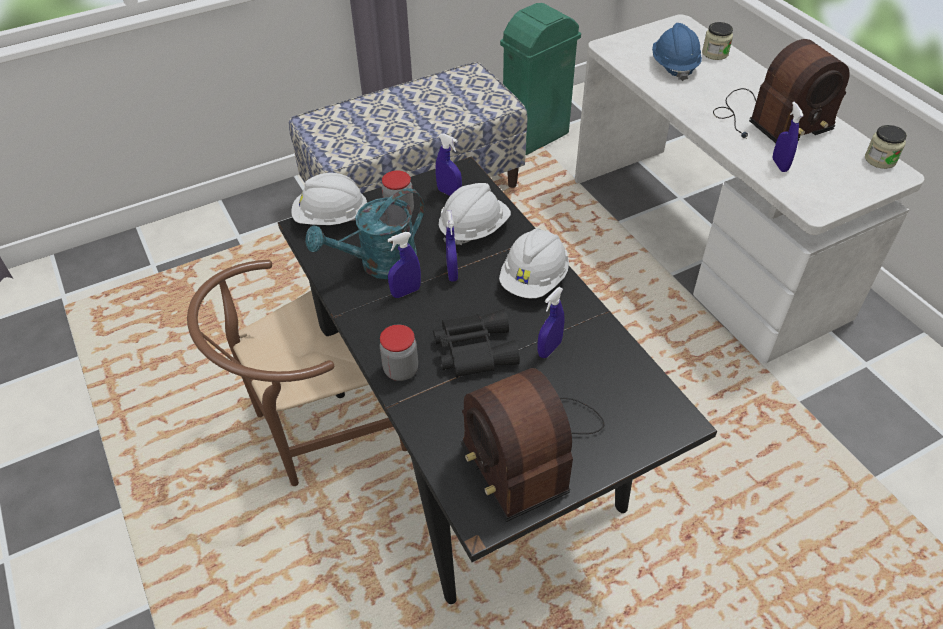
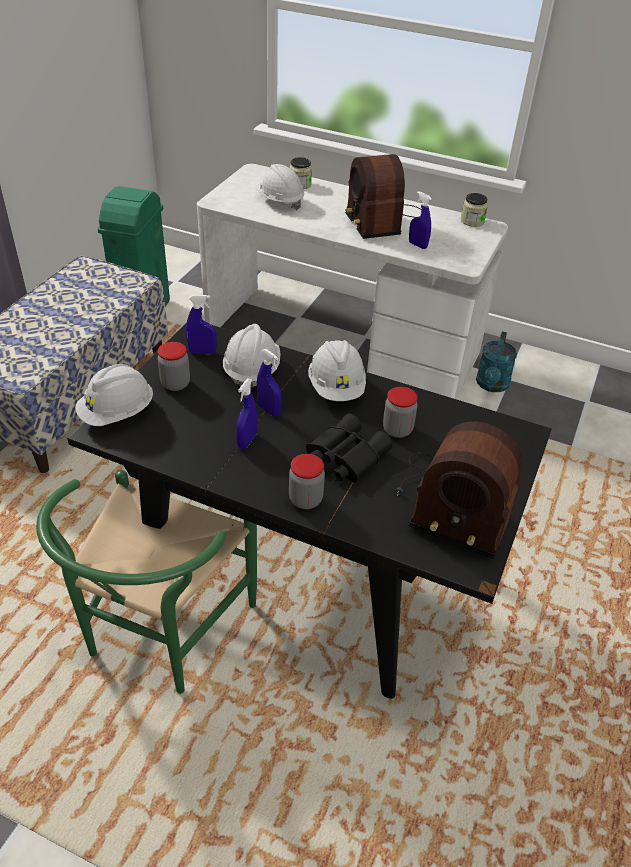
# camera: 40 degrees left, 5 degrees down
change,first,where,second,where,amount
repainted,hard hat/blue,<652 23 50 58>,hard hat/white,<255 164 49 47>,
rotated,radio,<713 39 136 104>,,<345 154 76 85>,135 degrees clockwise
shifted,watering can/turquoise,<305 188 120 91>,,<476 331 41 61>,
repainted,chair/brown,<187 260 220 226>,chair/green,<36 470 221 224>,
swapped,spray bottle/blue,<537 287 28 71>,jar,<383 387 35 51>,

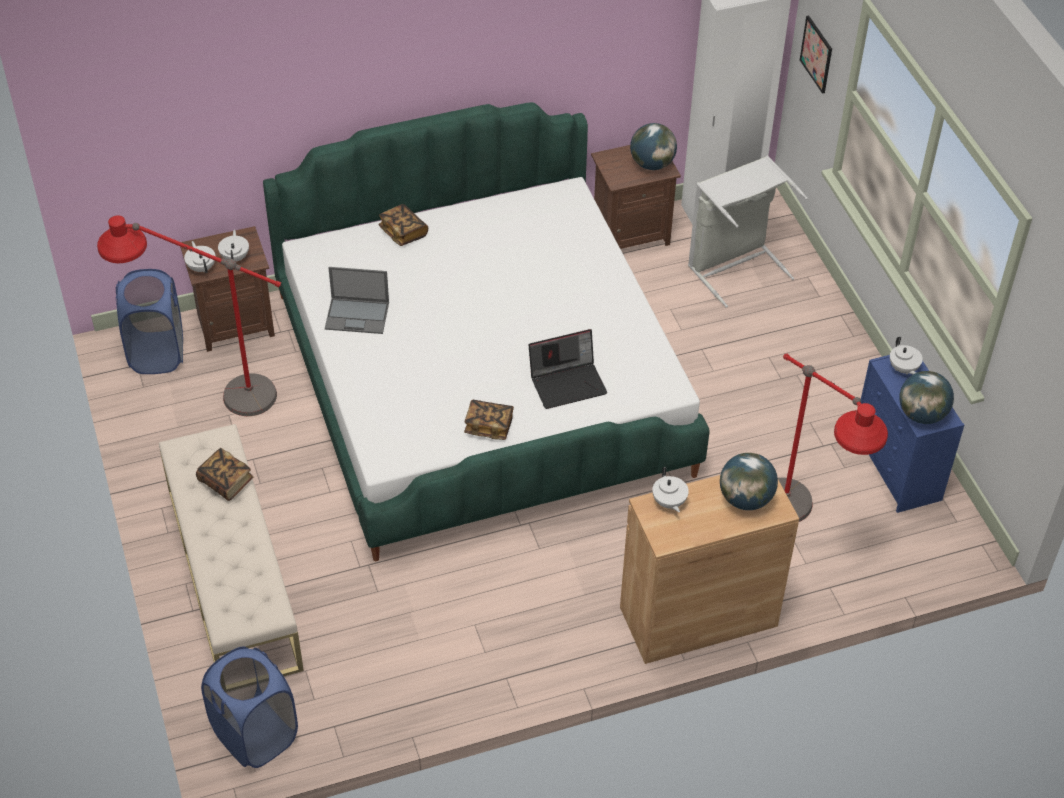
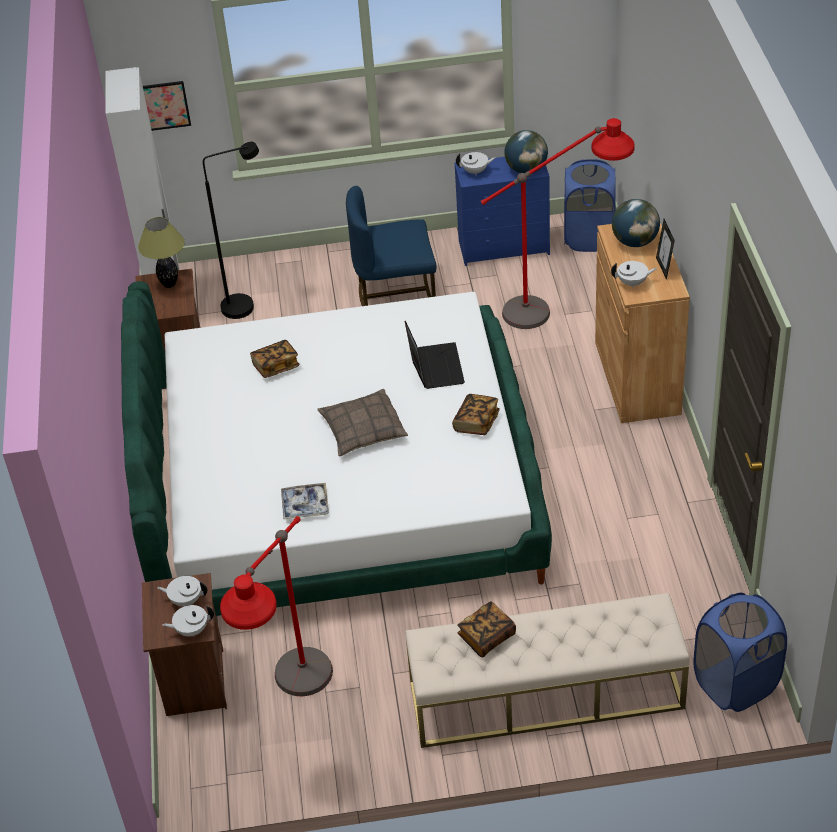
# camera: 75 degrees left, 5 degrees down
change,first,where,second,where,amount
swapped,globe,<630 123 47 47>,table lamp,<138 217 47 71>,
swapped,laundry basket/grey,<688 156 120 152>,floor lamp/black,<203 142 56 177>,
shifted,book,<379 204 49 42>,,<250 340 49 38>,
swapped,laptop,<325 267 64 67>,tray,<281 483 48 37>,
shifted,laundry basket/blue,<116 269 67 105>,,<564 159 52 93>,
new,,,chair/blue,<346 186 91 120>,
new,,,picture frame,<656 219 19 61>,
new,,,pillow,<317 389 91 67>,

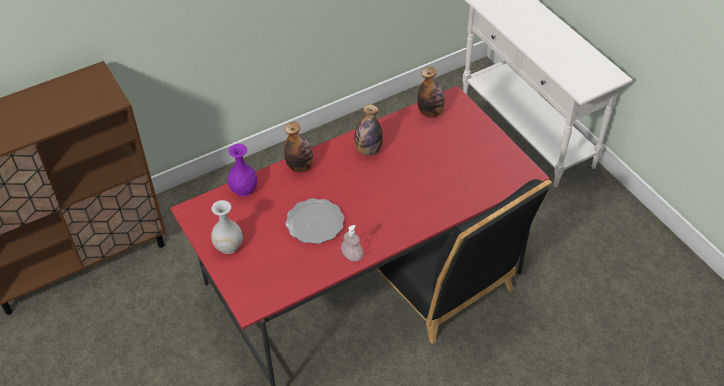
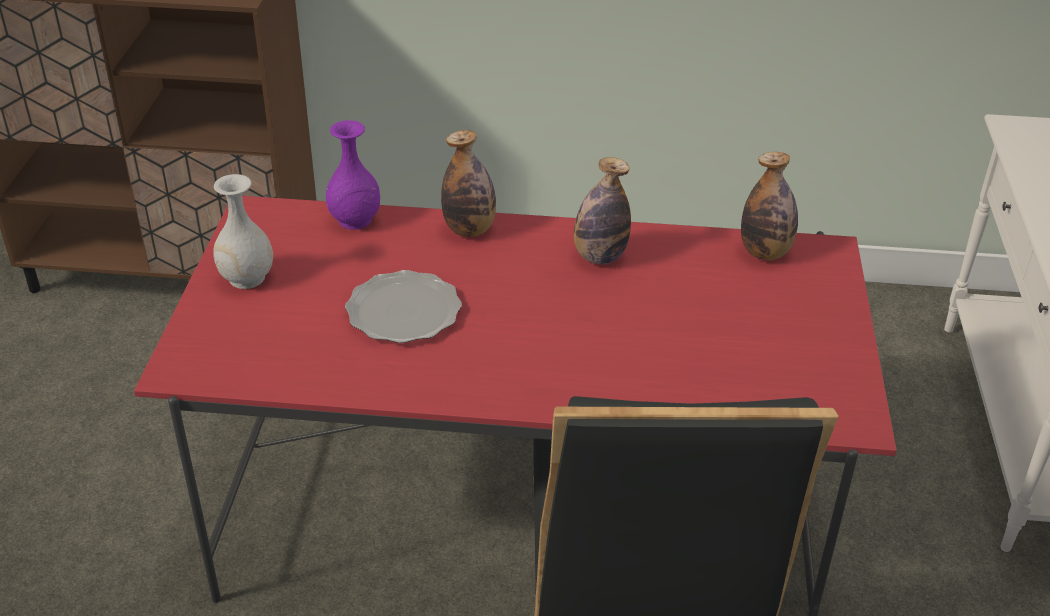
# camera: 35 degrees right, 10 degrees down
change,first,where,second,where,amount
gone,soap dispenser,<341 225 23 36>,,,

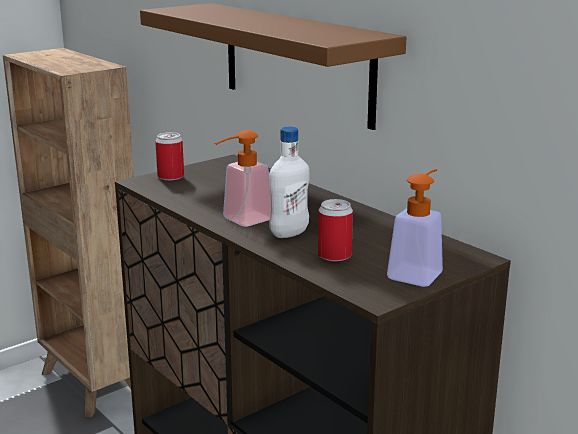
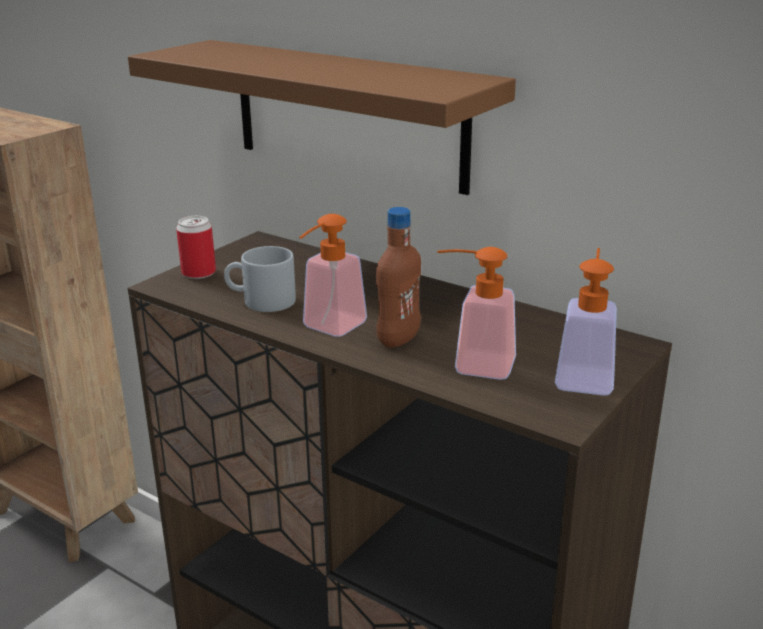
# camera: 15 degrees left, 5 degrees up
change,first,where,second,where,amount
repainted,bottle/white,<269 126 40 112>,bottle/brown,<376 207 45 141>,
swapped,can,<318 199 35 63>,soap dispenser,<437 247 79 133>,
new,,,mug/grey,<224 246 72 66>,

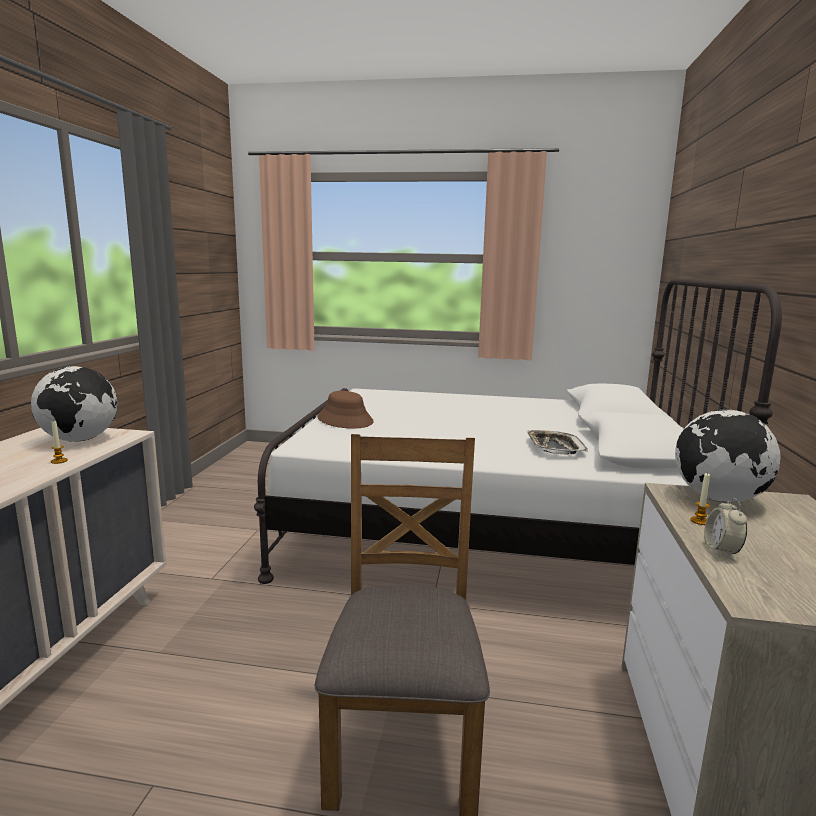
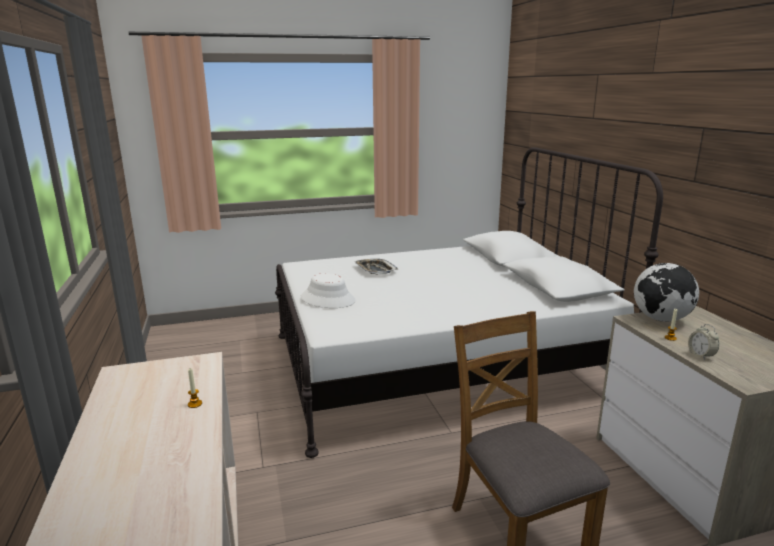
# camera: 25 degrees left, 5 degrees up
change,first,where,second,where,amount
gone,globe,<31 366 86 76>,,,
repainted,hat/brown,<317 391 57 38>,hat/white,<301 273 55 35>,
shifted,tray,<527 430 61 25>,,<354 259 44 15>,

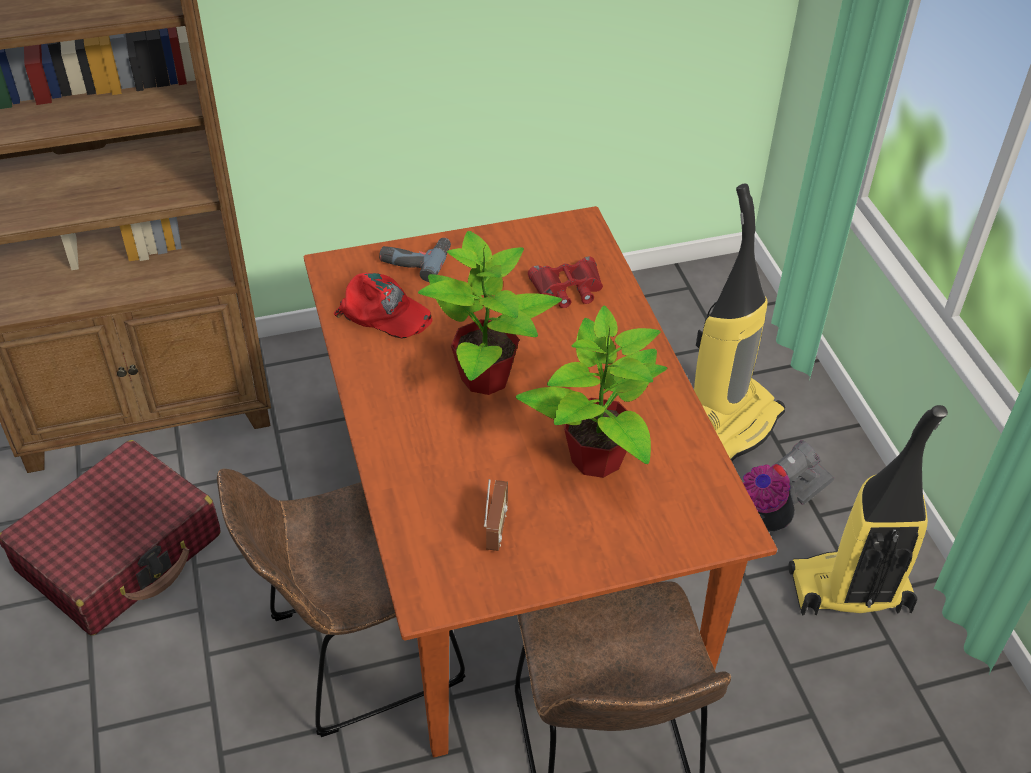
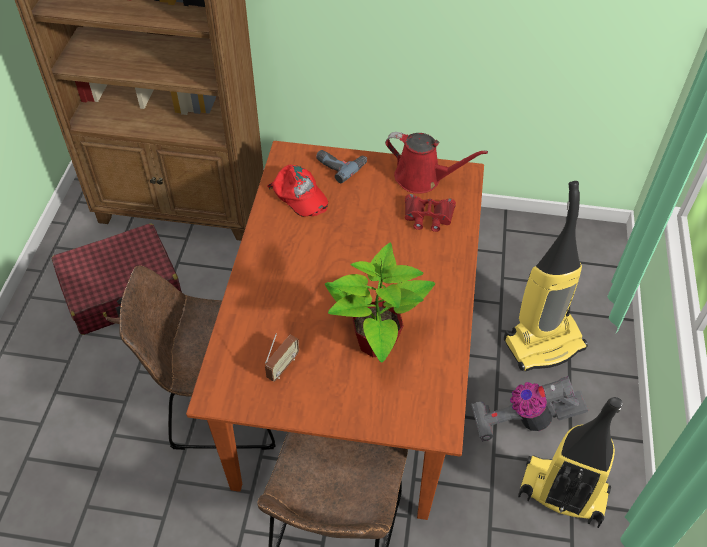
# camera: 25 degrees right, 5 degrees up
change,first,where,second,where,amount
gone,potted plant,<418 231 144 164>,,,
new,,,watering can/red,<385 132 103 62>,

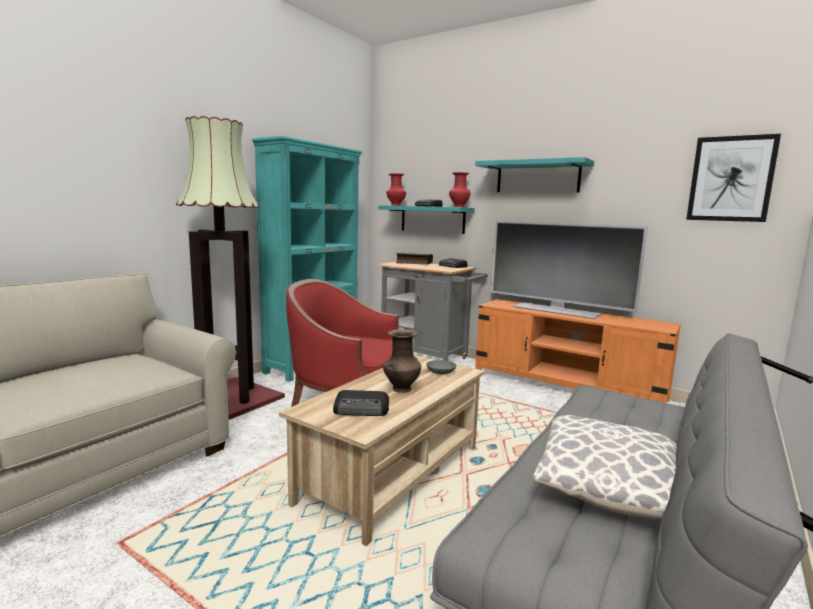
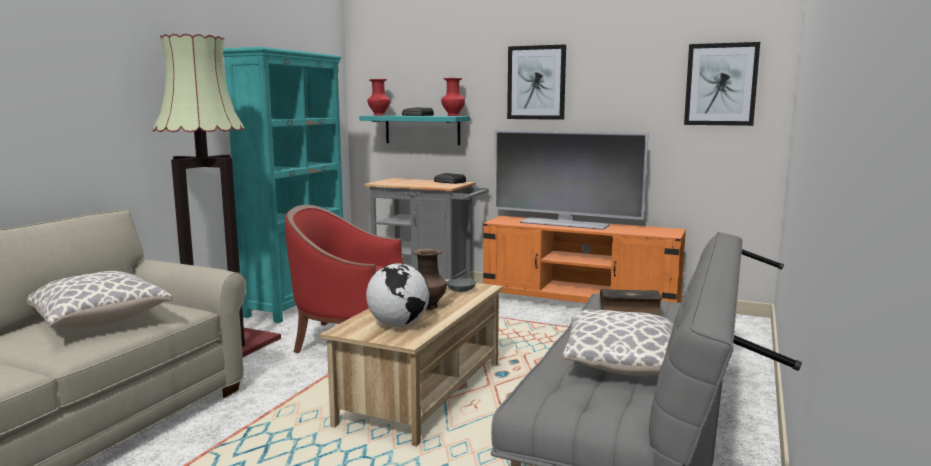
# camera: 10 degrees left, 0 degrees up
change,first,where,second,where,amount
swapped,shelf/turquoise,<475 157 119 36>,picture,<507 44 59 76>,
shifted,book,<396 253 37 12>,,<600 289 63 26>,
swapped,radio,<333 390 56 26>,globe,<366 263 63 64>,
new,,,pillow,<27 271 146 57>,

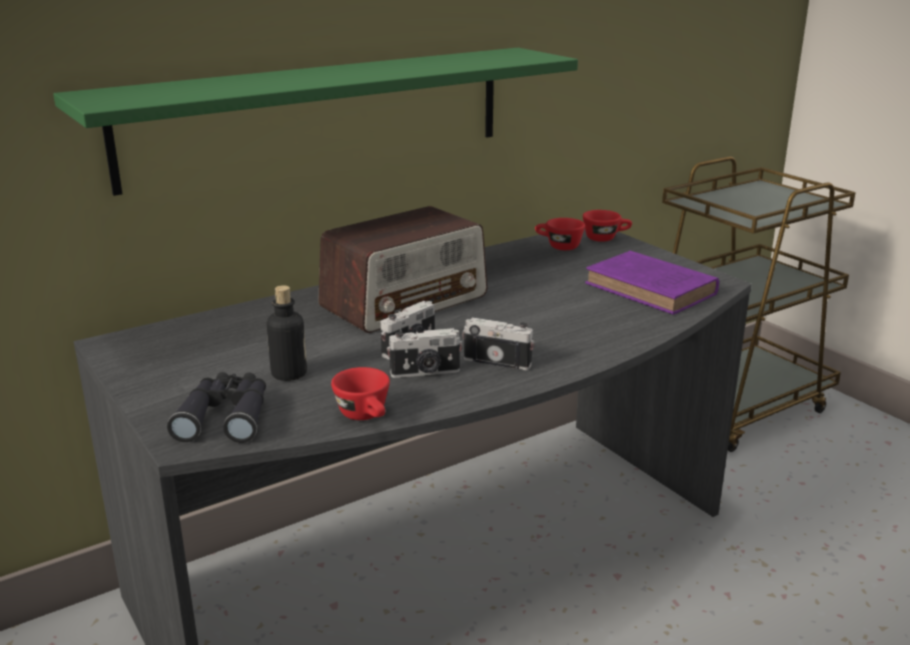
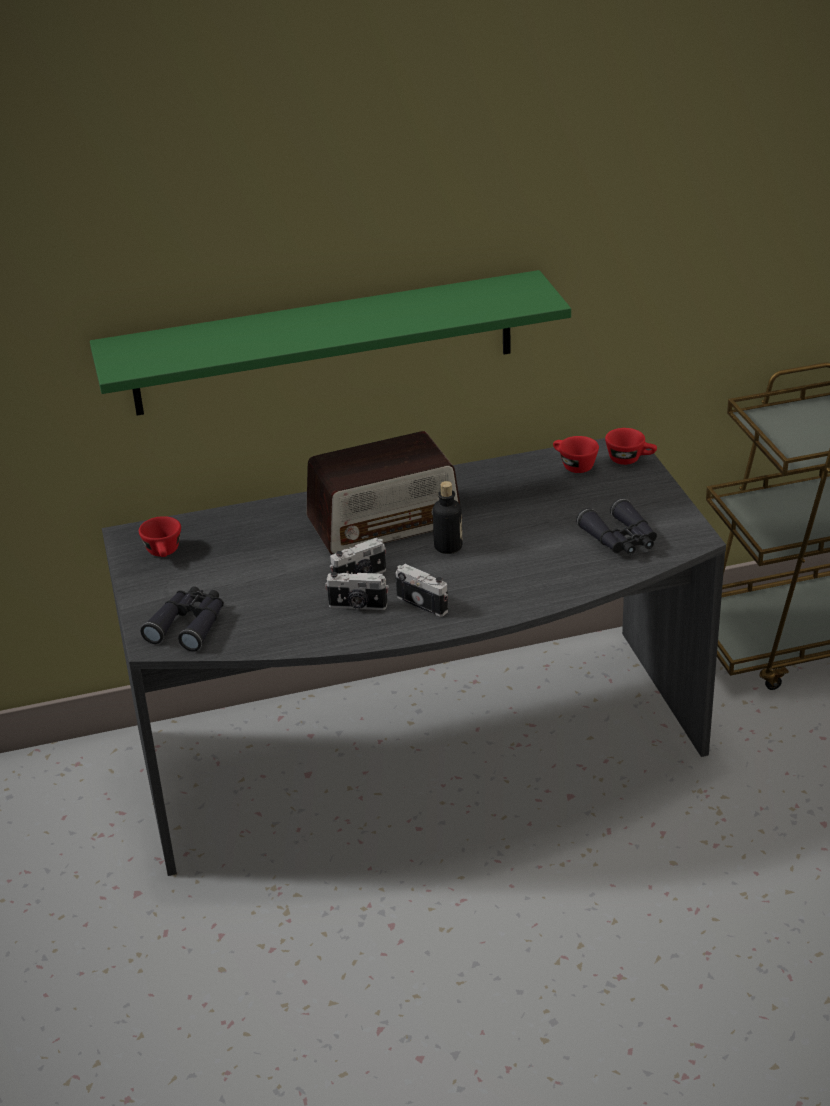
# camera: 20 degrees right, 10 degrees up
change,first,where,second,where,amount
swapped,book/purple,<585 251 134 64>,binoculars/black,<576 498 81 57>,
shifted,bottle,<267 285 40 96>,,<433 481 30 73>,
shifted,cup/red,<331 367 59 53>,,<139 516 42 41>,

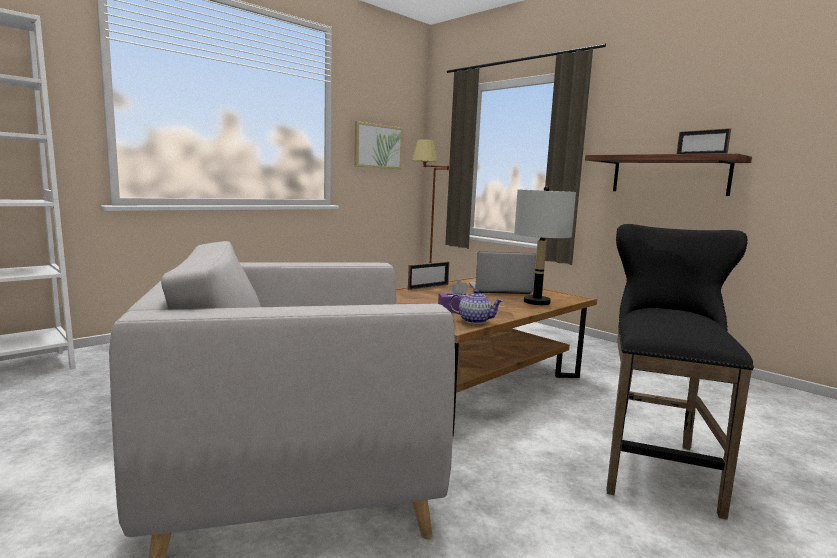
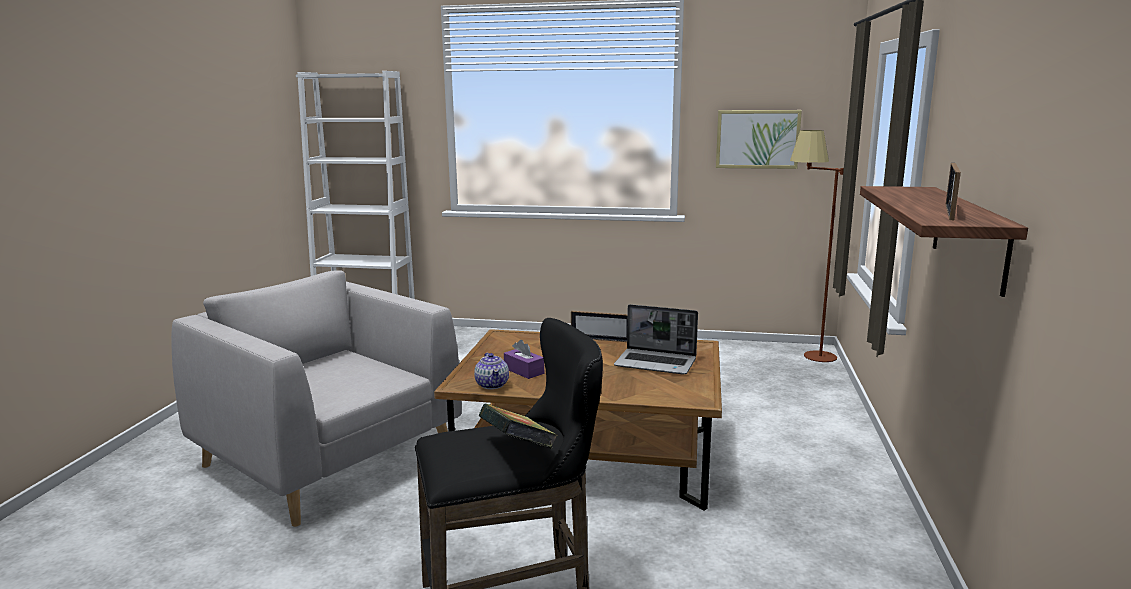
# camera: 55 degrees right, 5 degrees up
change,first,where,second,where,amount
gone,table lamp/grey,<514 186 62 119>,,,
rotated,laptop,<469 251 67 43>,,<614 304 84 70>,150 degrees clockwise
new,,,book,<479 404 79 45>,

